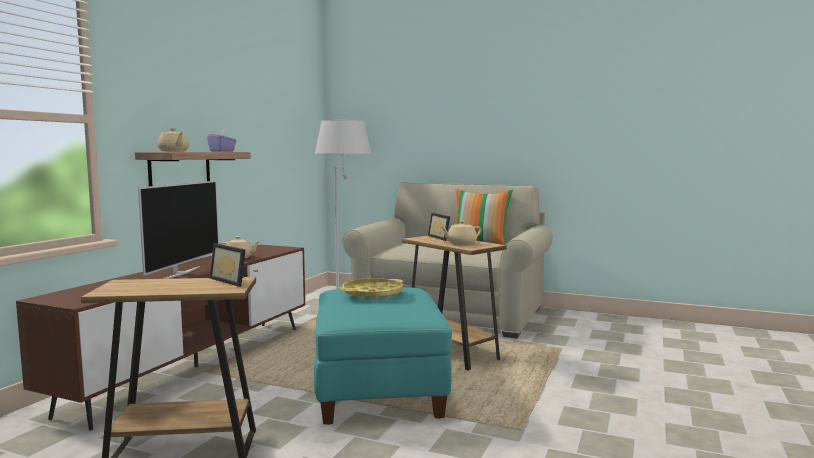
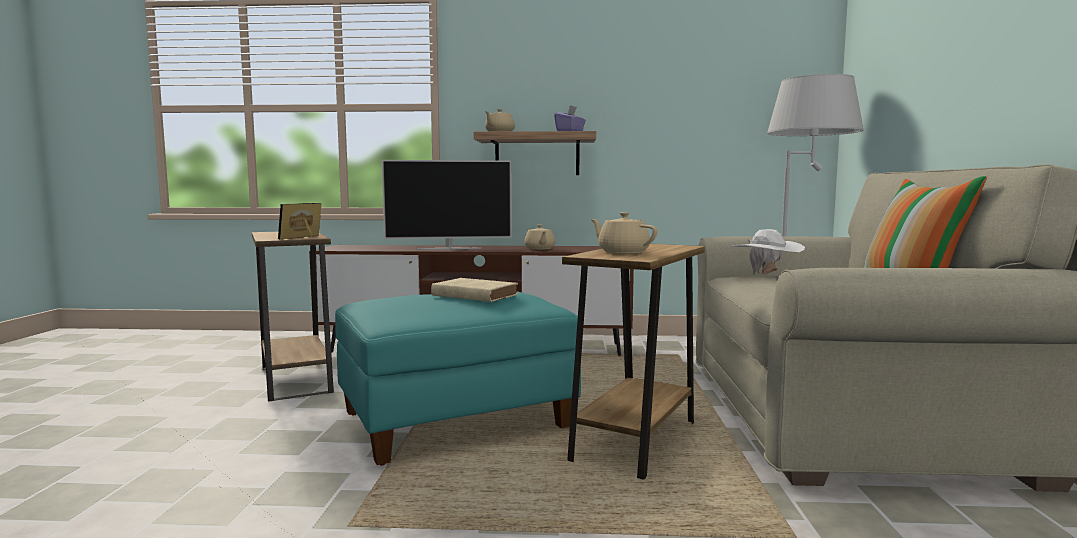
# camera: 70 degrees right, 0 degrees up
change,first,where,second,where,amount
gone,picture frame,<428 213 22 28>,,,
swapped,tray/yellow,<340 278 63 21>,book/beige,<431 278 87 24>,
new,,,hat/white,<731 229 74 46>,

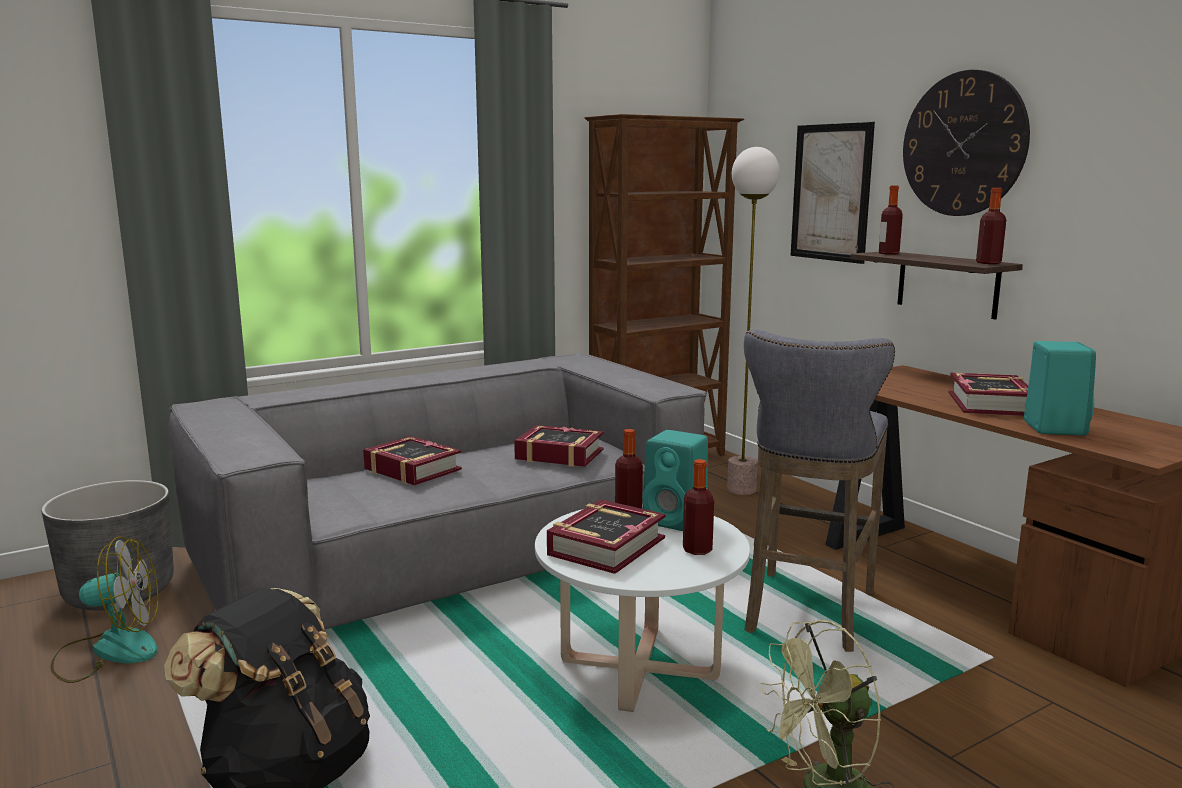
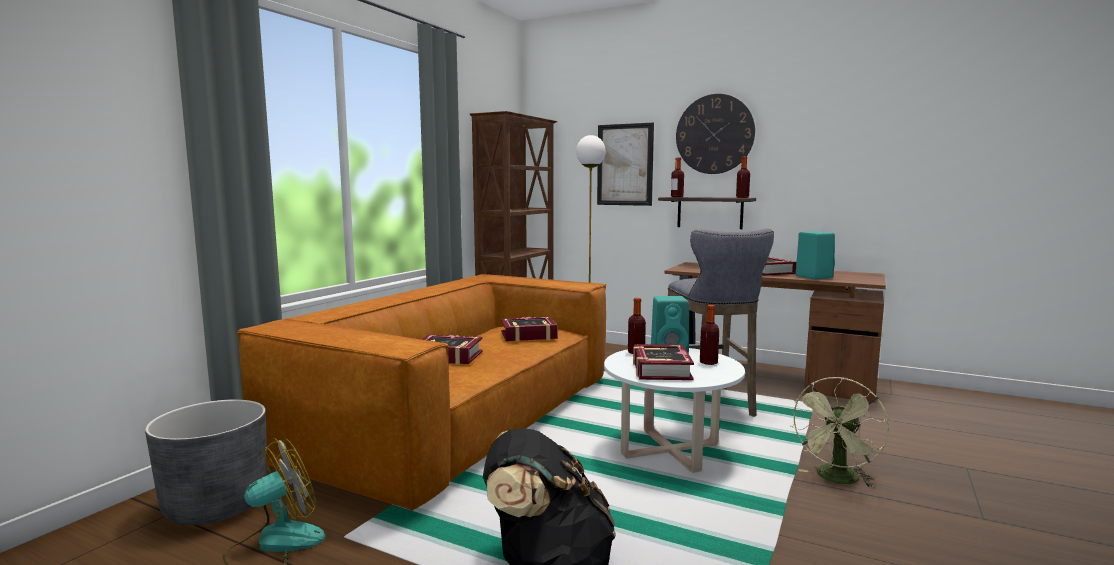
# camera: 30 degrees left, 5 degrees down
change,first,where,second,where,amount
repainted,sofa/grey,<169 353 538 276>,sofa/brown,<237 274 369 238>,

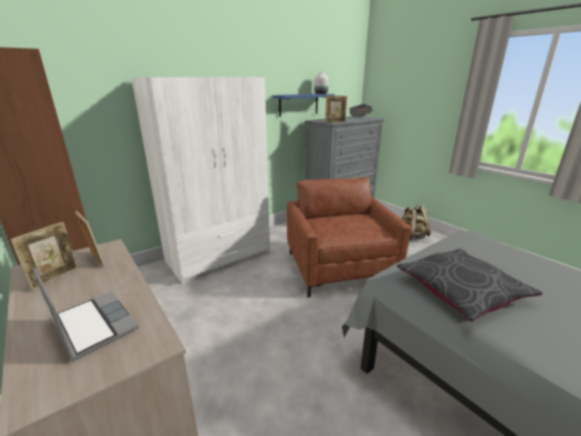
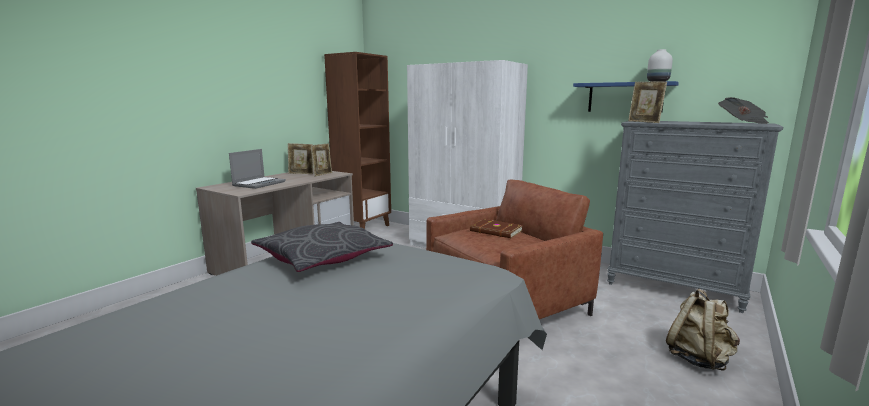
# camera: 70 degrees right, 10 degrees down
change,first,where,second,where,amount
new,,,book/brown,<470 219 53 19>,

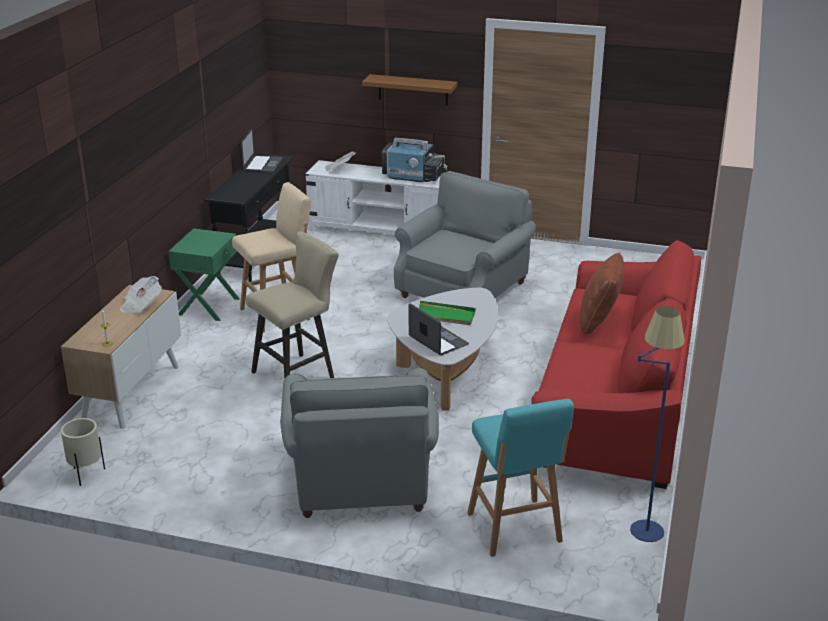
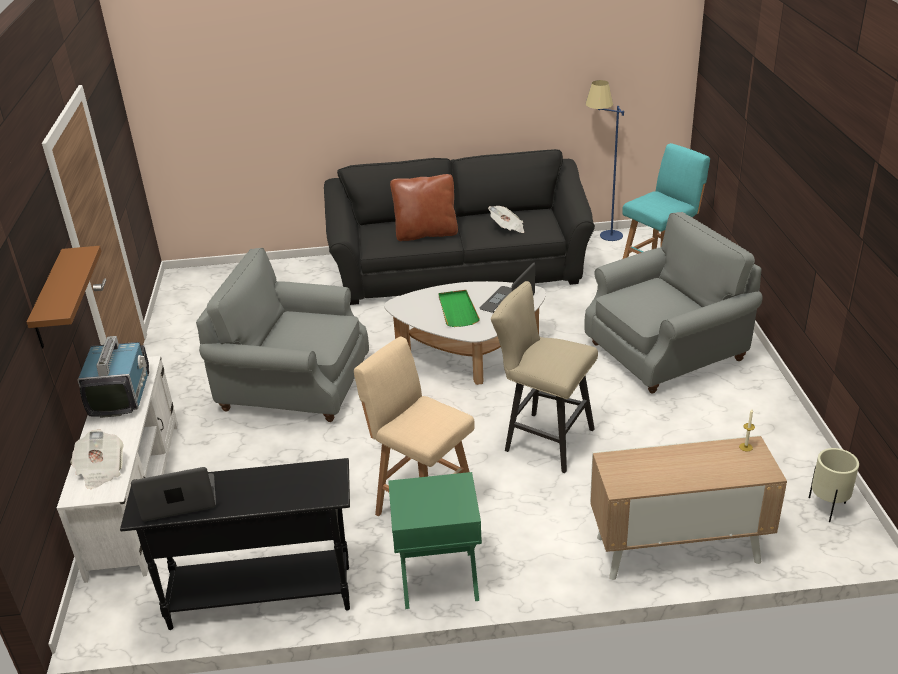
# camera: 110 degrees left, 5 degrees up
change,first,where,second,where,amount
repainted,sofa/red,<531 240 171 249>,sofa/black,<324 149 271 156>,
shifted,newspaper,<120 276 42 37>,,<488 206 36 27>,

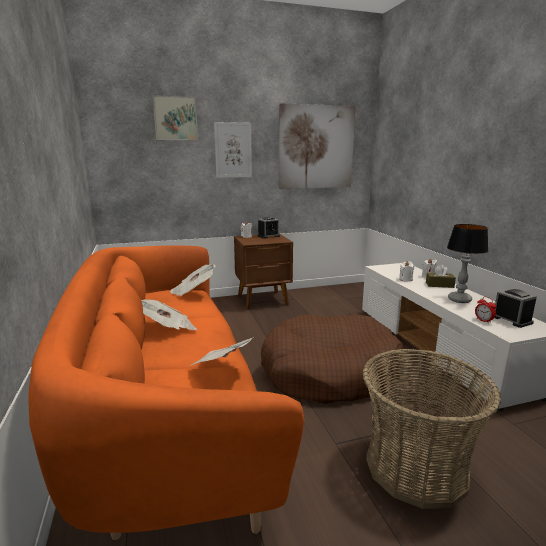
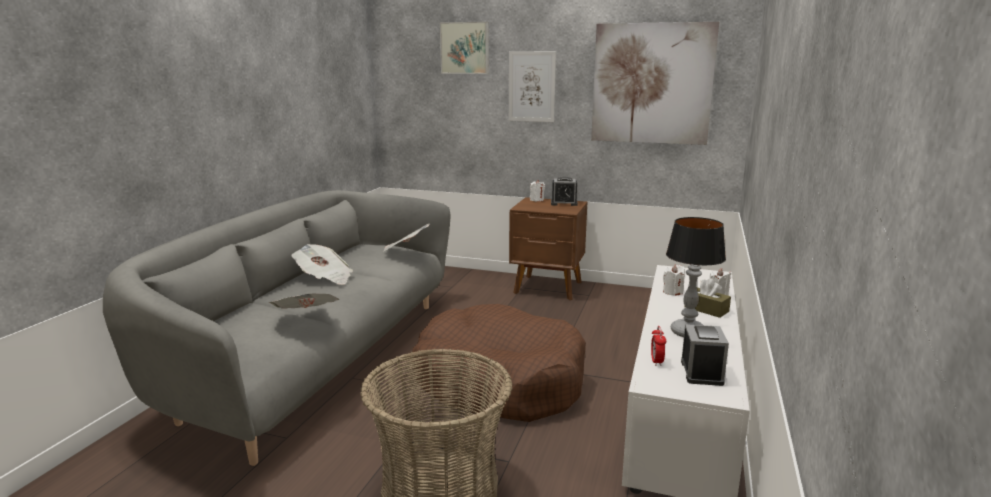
# camera: 35 degrees right, 0 degrees up
change,first,where,second,where,amount
repainted,sofa/orange,<28 245 276 295>,sofa/grey,<103 190 348 276>,

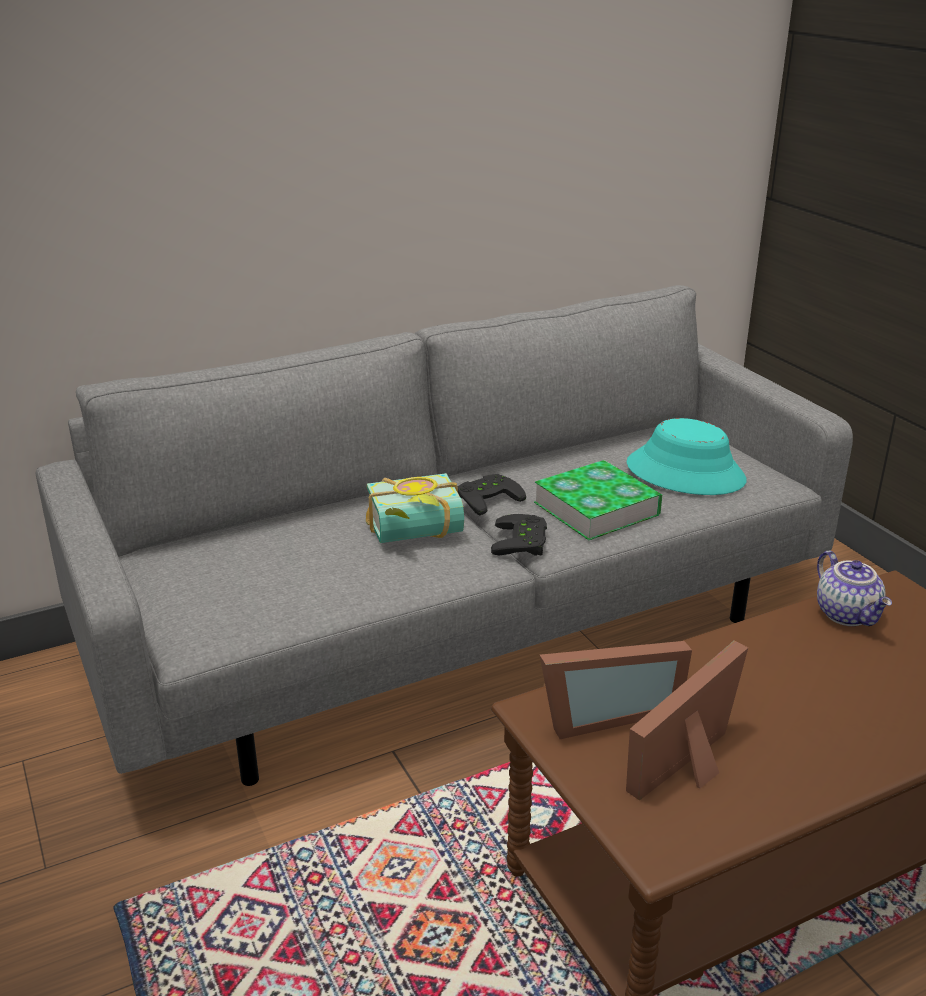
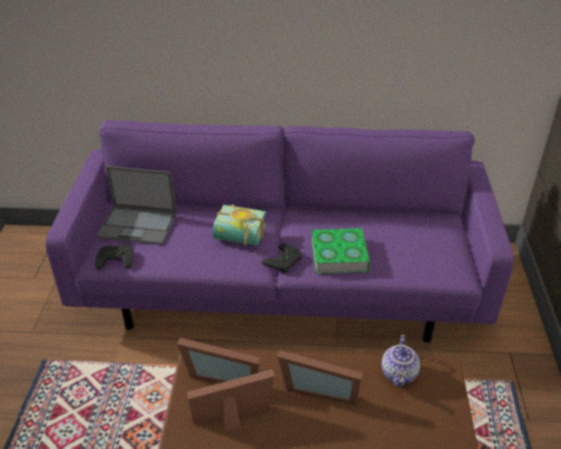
# camera: 30 degrees right, 10 degrees up
change,first,where,second,where,amount
repainted,sofa/grey,<36 285 817 501>,sofa/purple,<45 120 469 223>,
gone,hat/turquoise,<627 418 119 77>,,,
shifted,game controller/black,<457 474 69 41>,,<95 245 38 25>,
new,,,laptop,<96 166 81 79>,
new,,,picture frame,<277 350 85 55>,

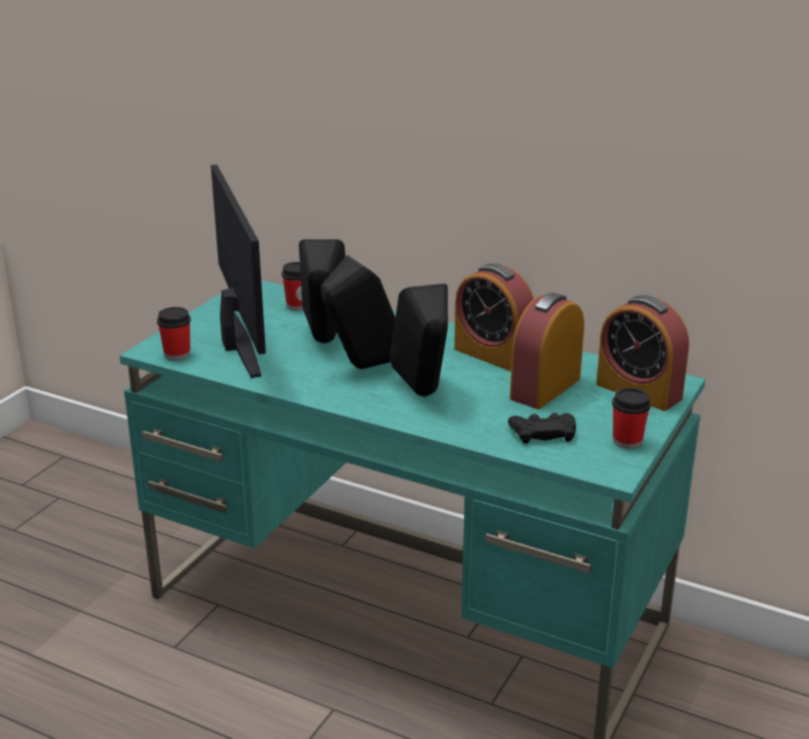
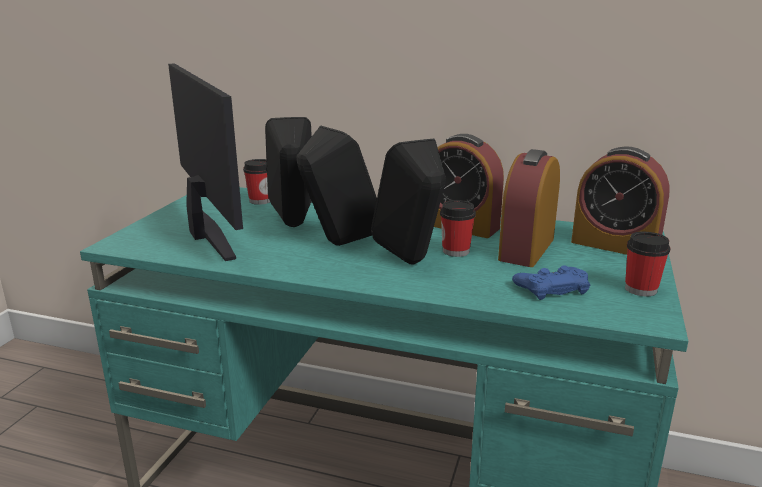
# camera: 10 degrees left, 5 degrees down
change,first,where,second,where,amount
shifted,cup,<157 307 34 54>,,<440 200 36 57>,
repainted,game controller/black,<508 413 68 31>,game controller/blue,<512 266 78 34>,

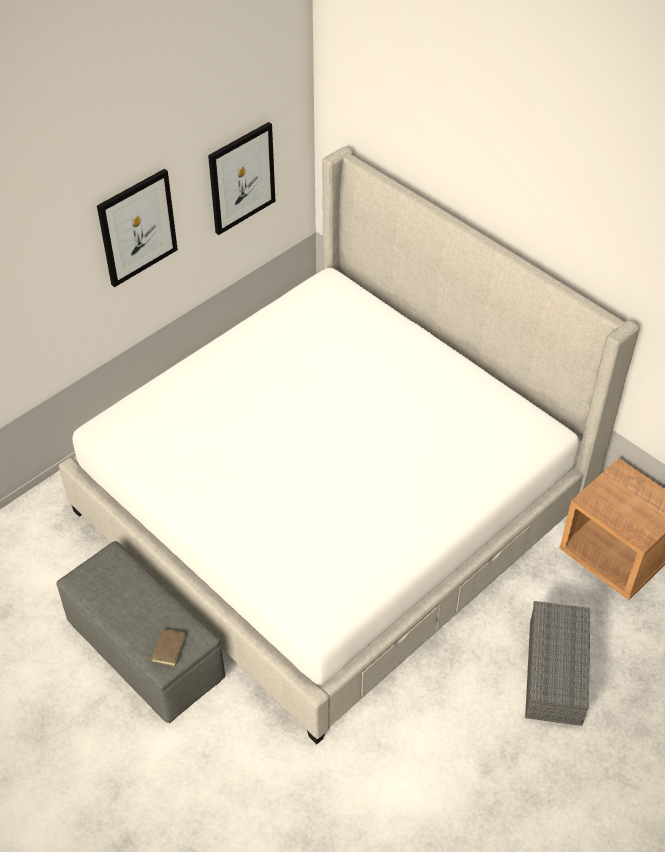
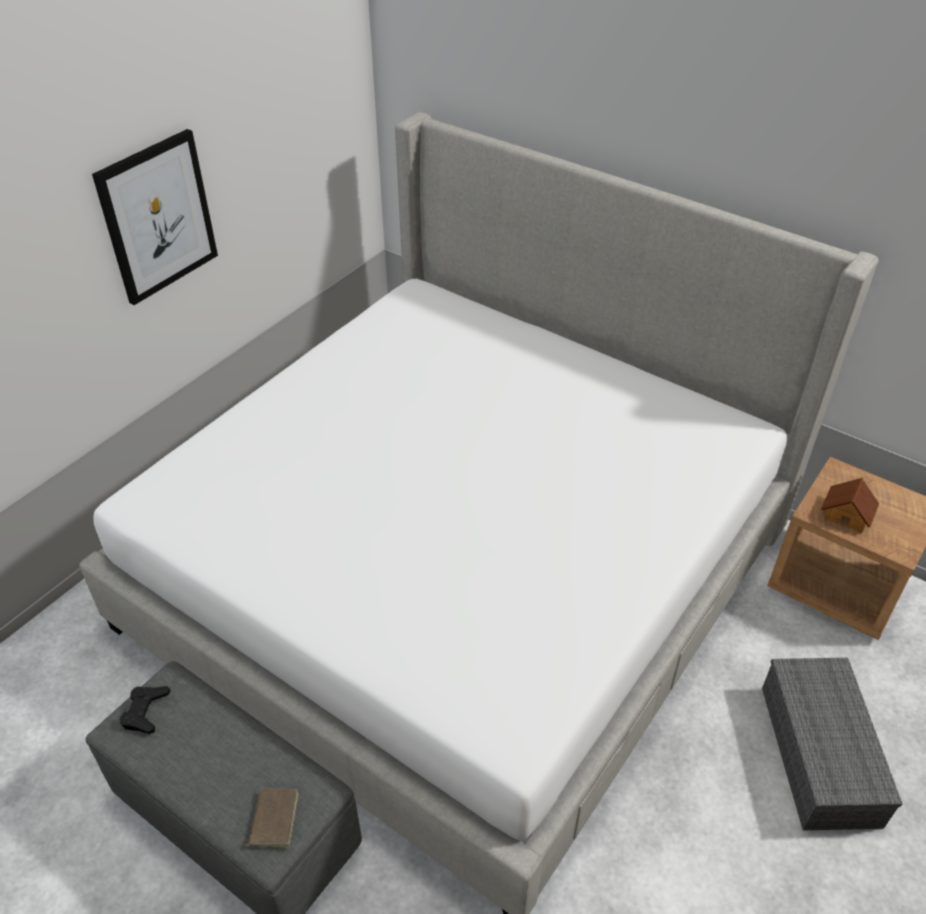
# camera: 10 degrees left, 5 degrees down
change,first,where,second,where,amount
gone,picture,<208 122 67 113>,,,
new,,,toy house,<821 478 58 55>,
new,,,game controller/black,<120 686 51 48>,

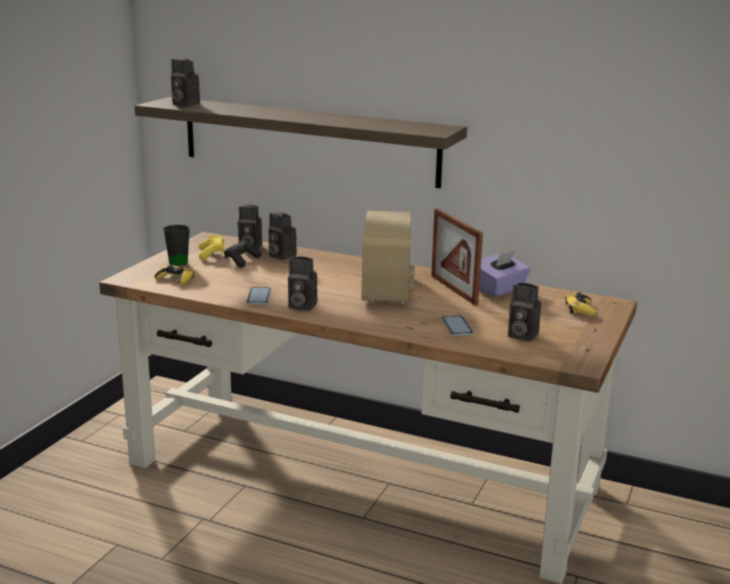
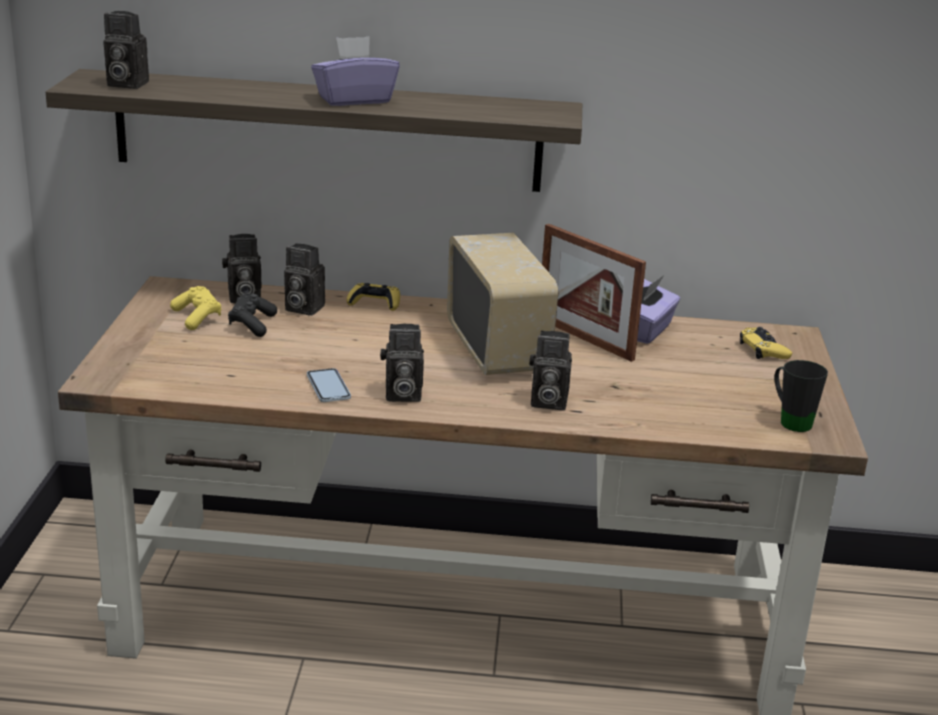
# camera: 20 degrees left, 5 degrees up
change,first,where,second,where,amount
shifted,mug/black,<164 225 26 41>,,<774 360 54 72>,
shifted,game controller/yellow,<154 264 40 21>,,<347 283 53 28>,
shifted,photo camera,<508 283 33 59>,,<529 330 43 81>,
gone,phone,<442 315 31 21>,,,
new,,,tissue box/purple,<311 36 89 70>,

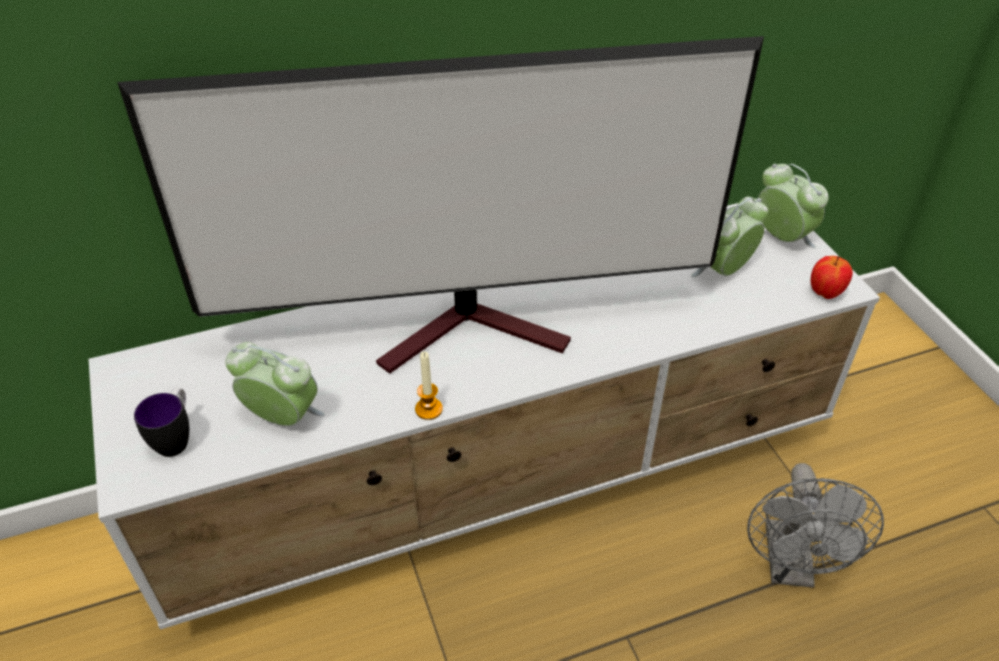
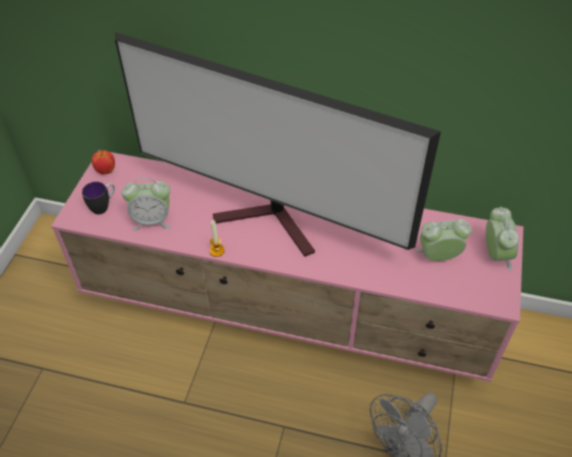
# camera: 35 degrees right, 5 degrees up
change,first,where,second,where,amount
repainted,tv stand/white,<89 198 791 432>,tv stand/pink,<51 150 472 232>,
shifted,apple,<811 256 42 43>,,<91 150 24 25>,
rotated,alarm clock,<226 342 99 84>,,<122 178 49 52>,120 degrees clockwise

